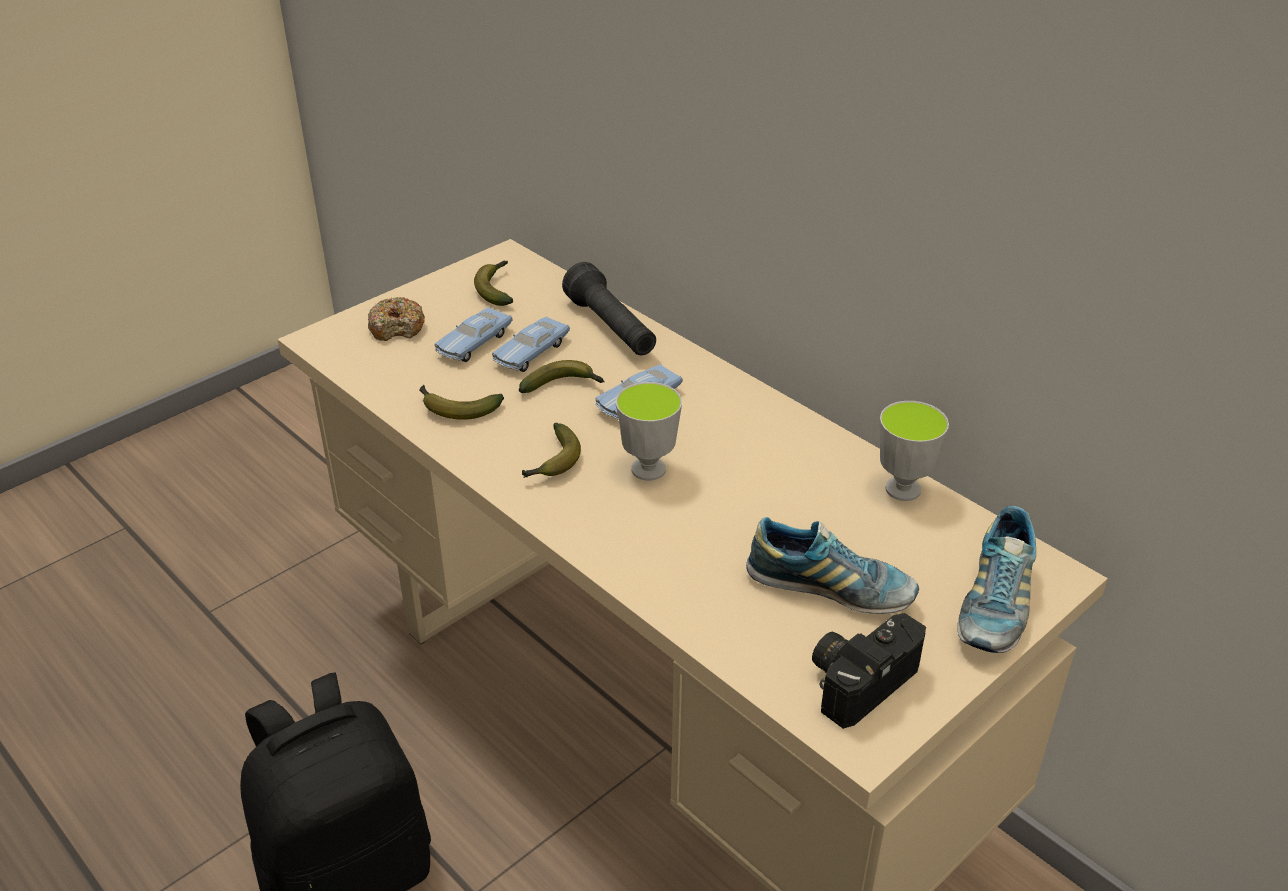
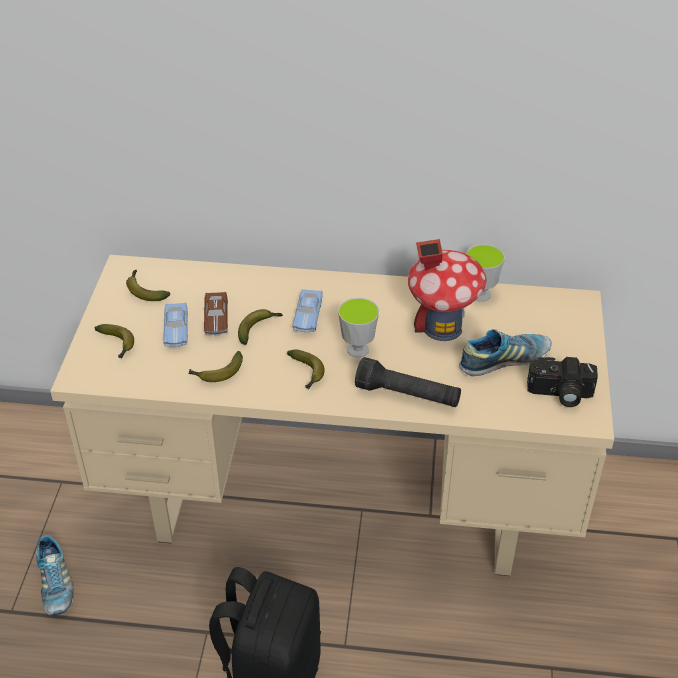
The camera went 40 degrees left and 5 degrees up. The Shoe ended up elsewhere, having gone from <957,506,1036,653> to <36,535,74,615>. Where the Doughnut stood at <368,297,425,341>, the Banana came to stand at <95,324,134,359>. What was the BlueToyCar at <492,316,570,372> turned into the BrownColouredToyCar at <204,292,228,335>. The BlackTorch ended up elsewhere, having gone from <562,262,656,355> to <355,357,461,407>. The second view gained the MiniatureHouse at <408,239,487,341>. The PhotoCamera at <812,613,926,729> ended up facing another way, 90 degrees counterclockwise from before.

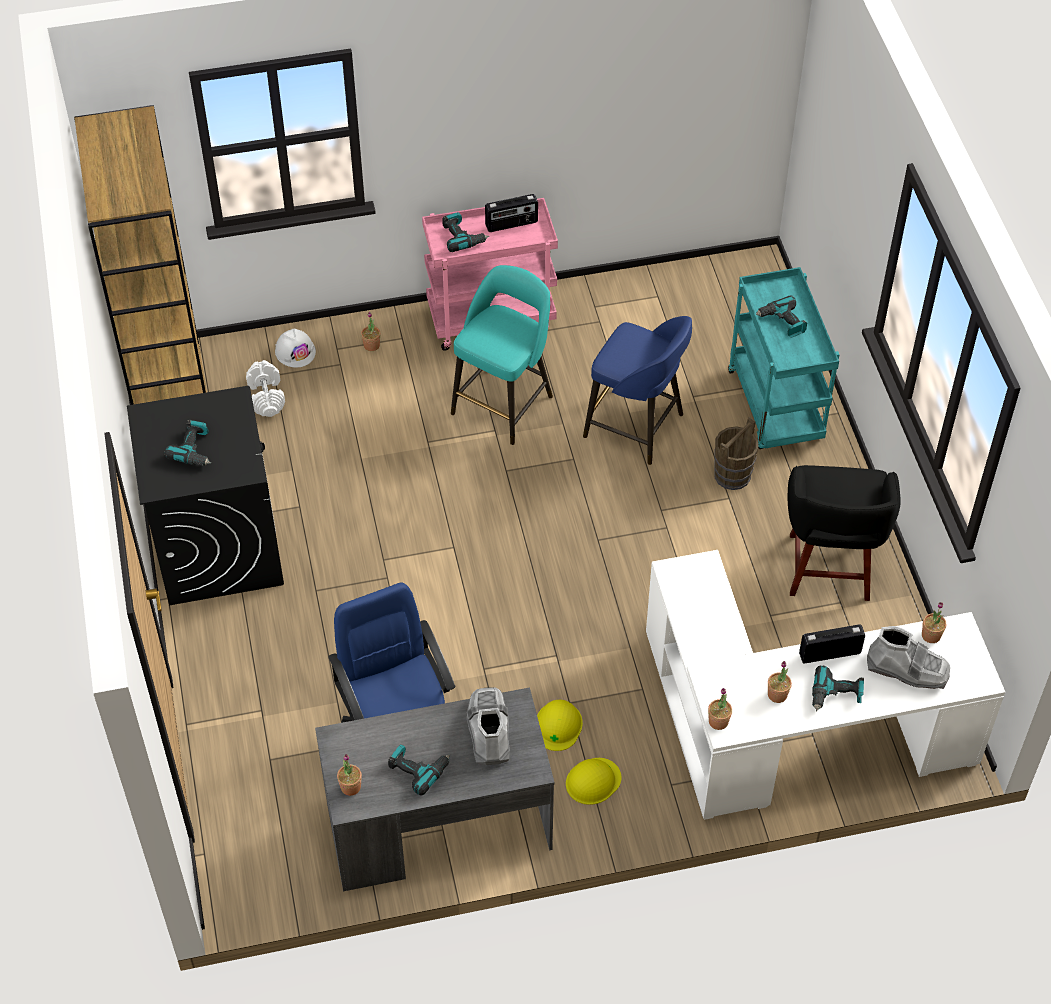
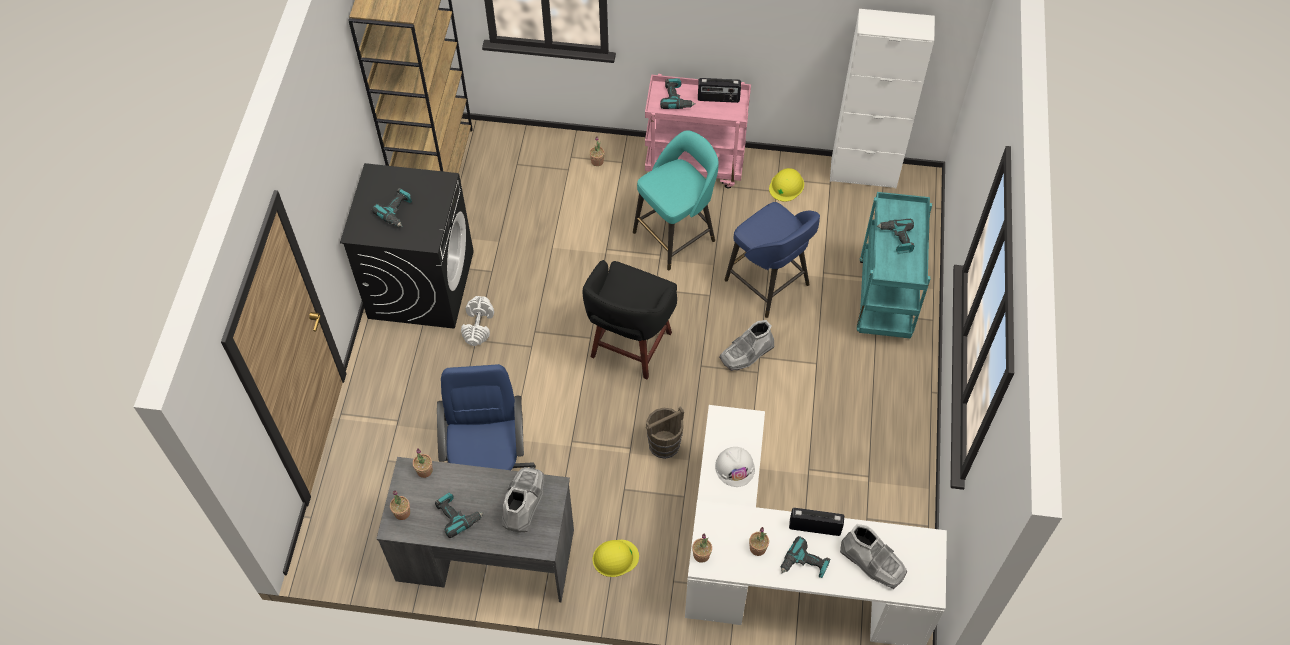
The camera went 20 degrees right and 5 degrees up. The Houseplant ended up elsewhere, having gone from <922,602,946,643> to <413,448,433,478>. The WhiteColouredFreeWeight ended up elsewhere, having gone from <246,360,285,417> to <461,296,494,346>. The BlackStoolSeat ended up elsewhere, having gone from <788,465,900,601> to <583,260,677,379>. The BrownColouredBucket ended up elsewhere, having gone from <715,418,758,490> to <646,406,684,459>. The WhiteColouredHardHat ended up elsewhere, having gone from <275,329,316,367> to <715,447,755,487>. The second view gained the GreyBoot at <719,320,774,371>. The YellowHardHat ended up elsewhere, having gone from <537,700,583,751> to <769,168,804,202>. The second view gained the WhiteColouredCupboard at <830,9,935,189>.

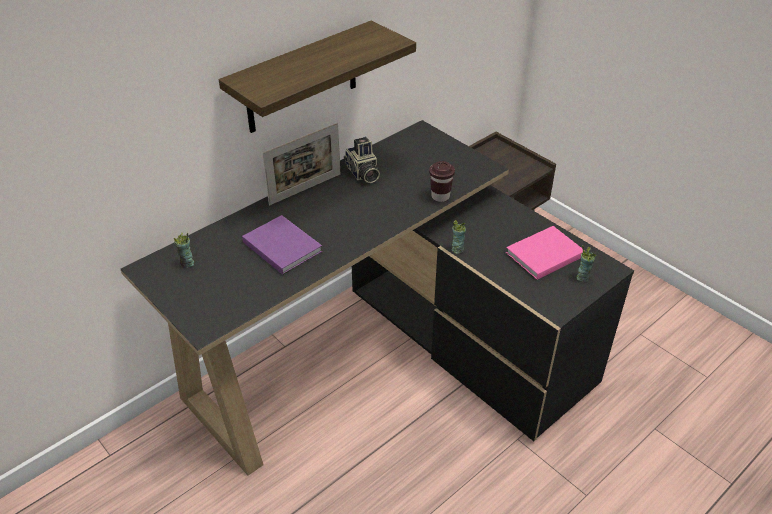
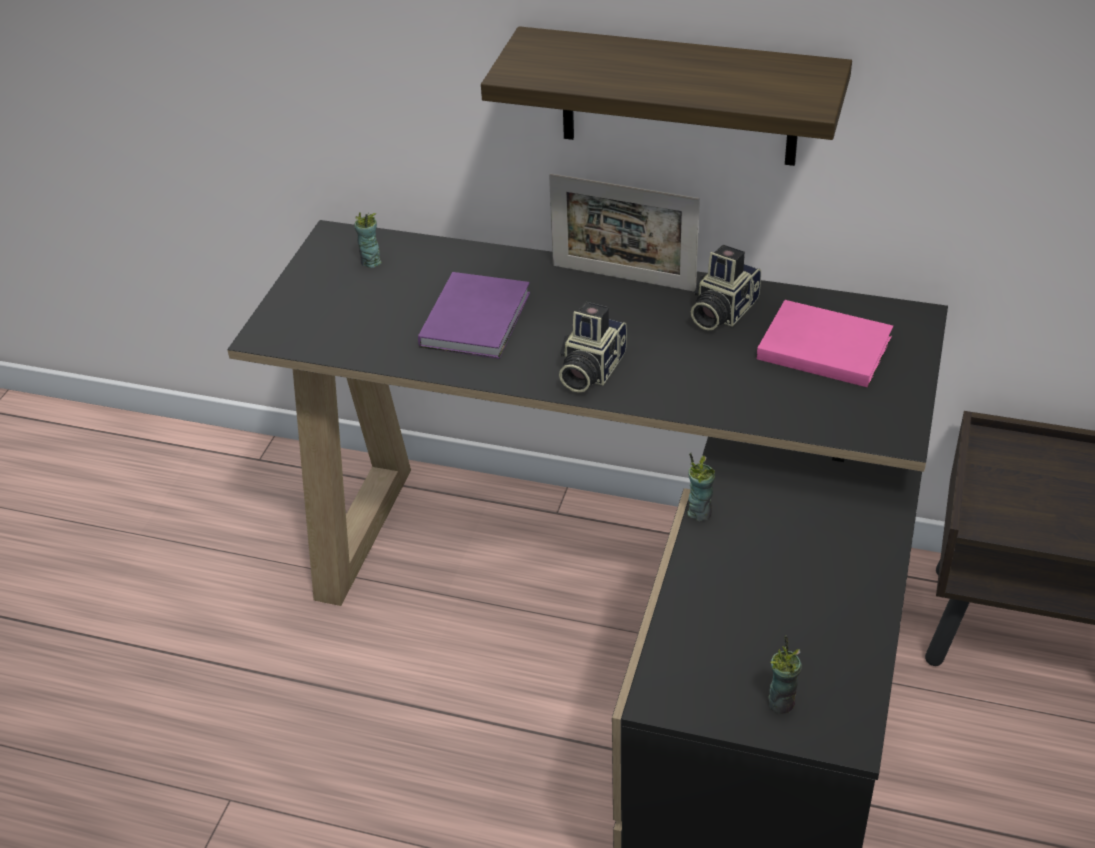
The camera went 60 degrees right and 0 degrees up. The second view gained the PhotoCamera at <559,302,627,393>. The PinkVolume ended up elsewhere, having gone from <506,226,585,280> to <757,300,893,388>. The second view lost the BrownColouredDrinkingCup at <429,161,455,202>.

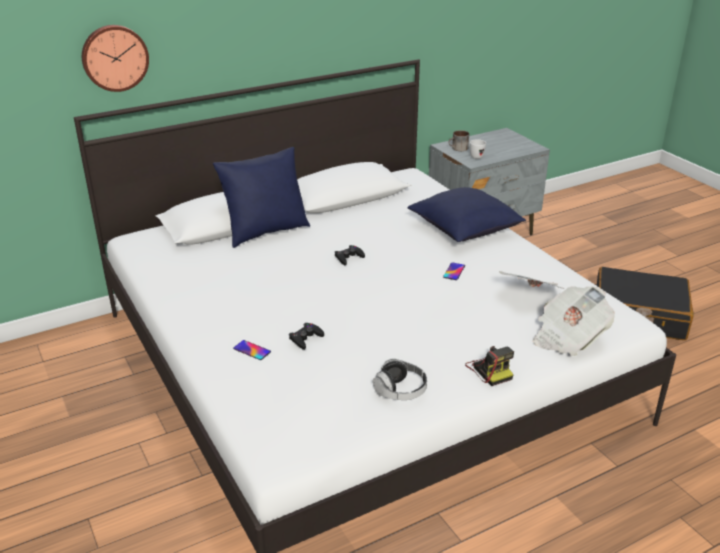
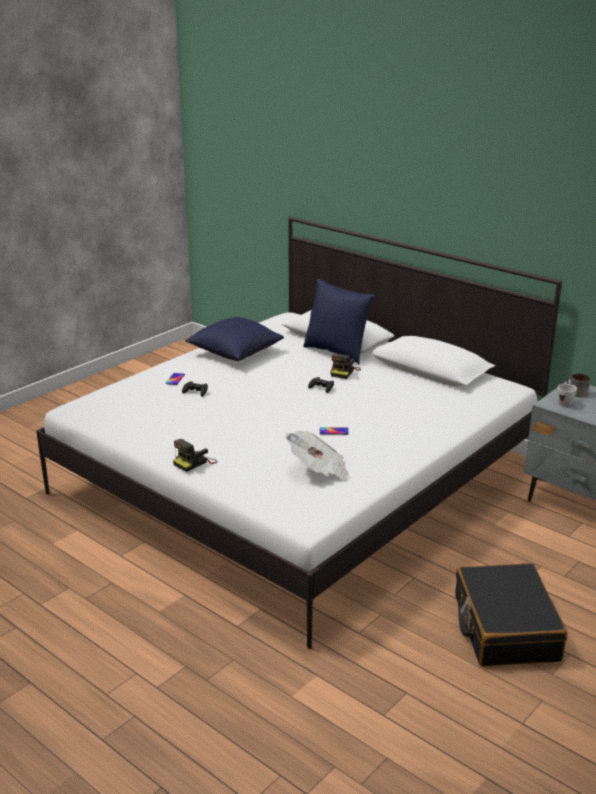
The camera went 70 degrees right and 5 degrees down. The BlueThrowPillow ended up elsewhere, having gone from <407,187,526,242> to <185,317,284,361>. The second view gained the PhotoCamera at <330,353,361,379>. The second view lost the HangingClock at <82,25,149,92>. The second view lost the PairOfHeadphones at <373,358,427,400>. The second view lost the DailyPaper at <533,286,615,356>.

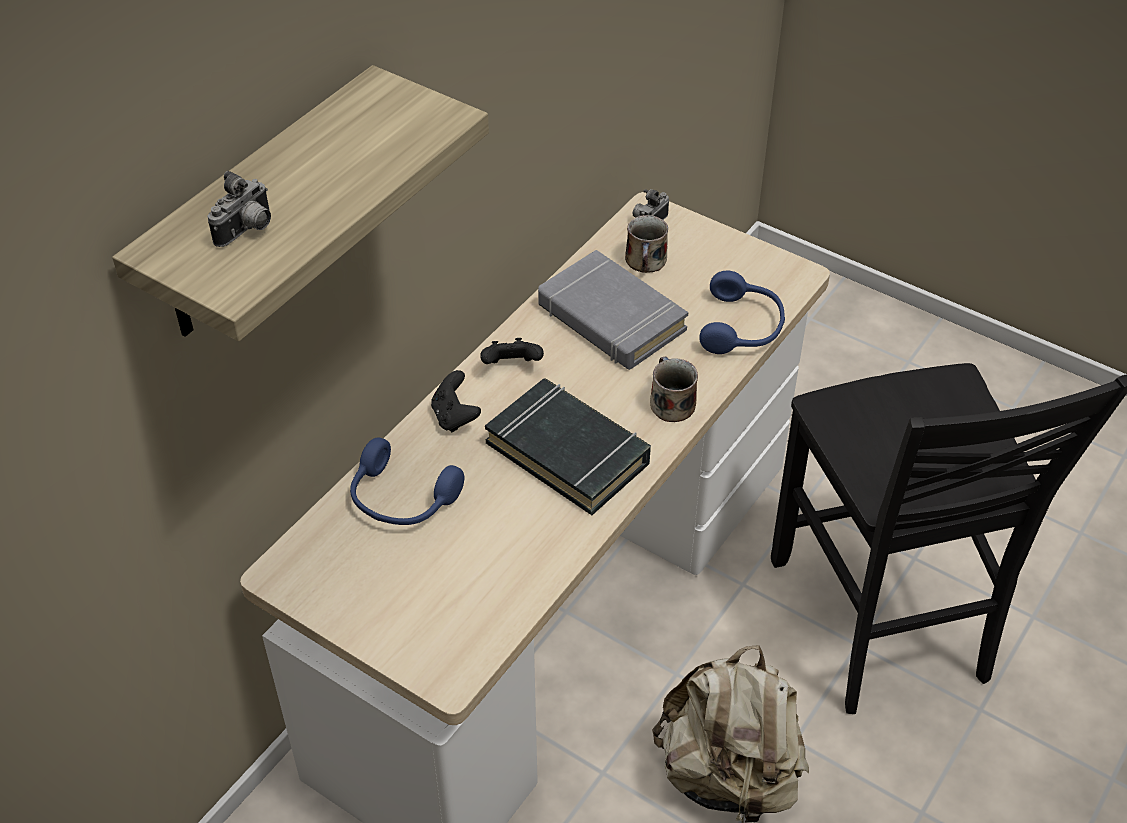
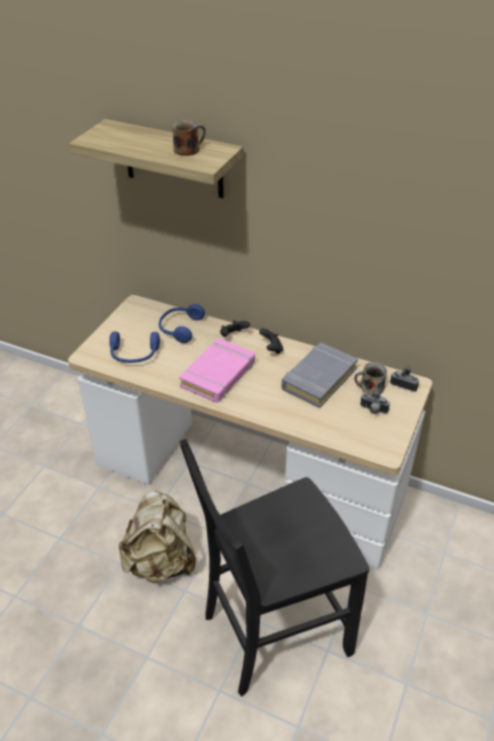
The camera went 80 degrees right and 5 degrees down. The BluePairOfHeadphones ended up elsewhere, having gone from <699,271,785,354> to <109,332,160,363>. The Mug ended up elsewhere, having gone from <650,356,698,422> to <172,120,206,156>. What was the BlackVolume at <485,379,651,515> turned into the PinkVolume at <179,338,255,403>. The PhotoCamera ended up elsewhere, having gone from <208,171,271,247> to <360,389,390,414>.

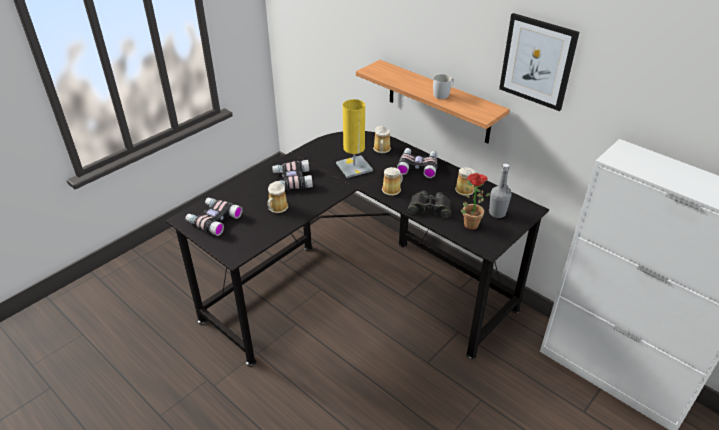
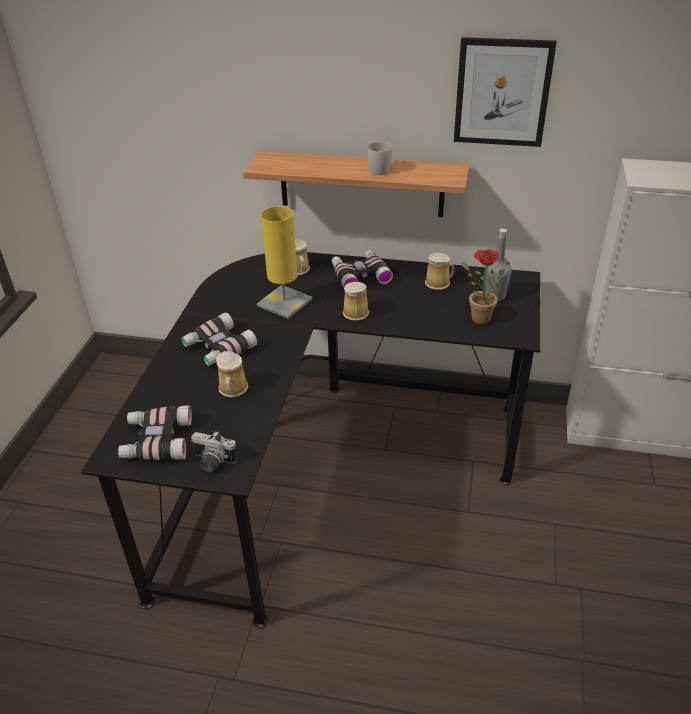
The camera went 30 degrees left and 0 degrees up. The second view gained the PhotoCamera at <191,431,238,472>. The second view lost the BlackFieldGlasses at <408,190,451,218>.

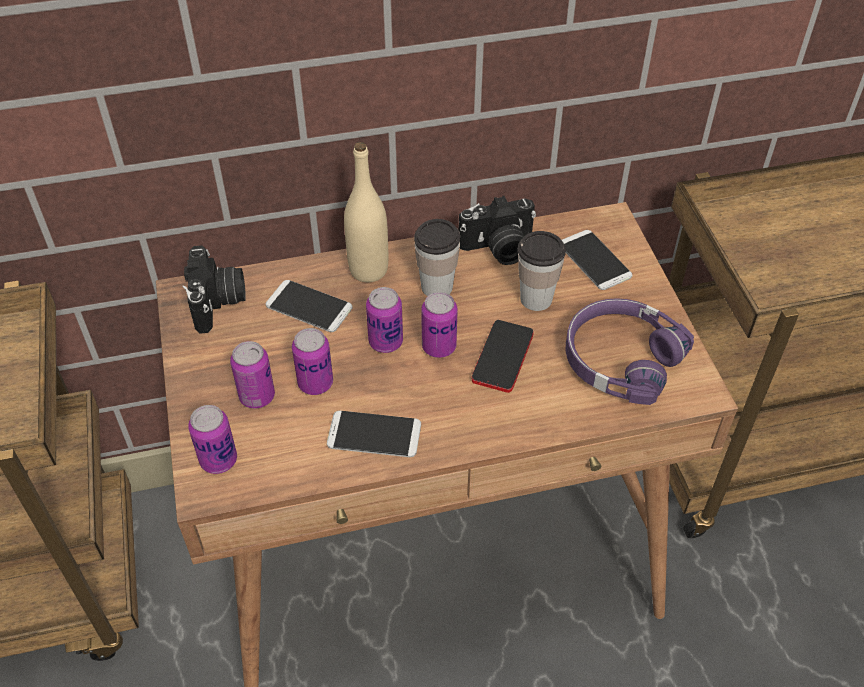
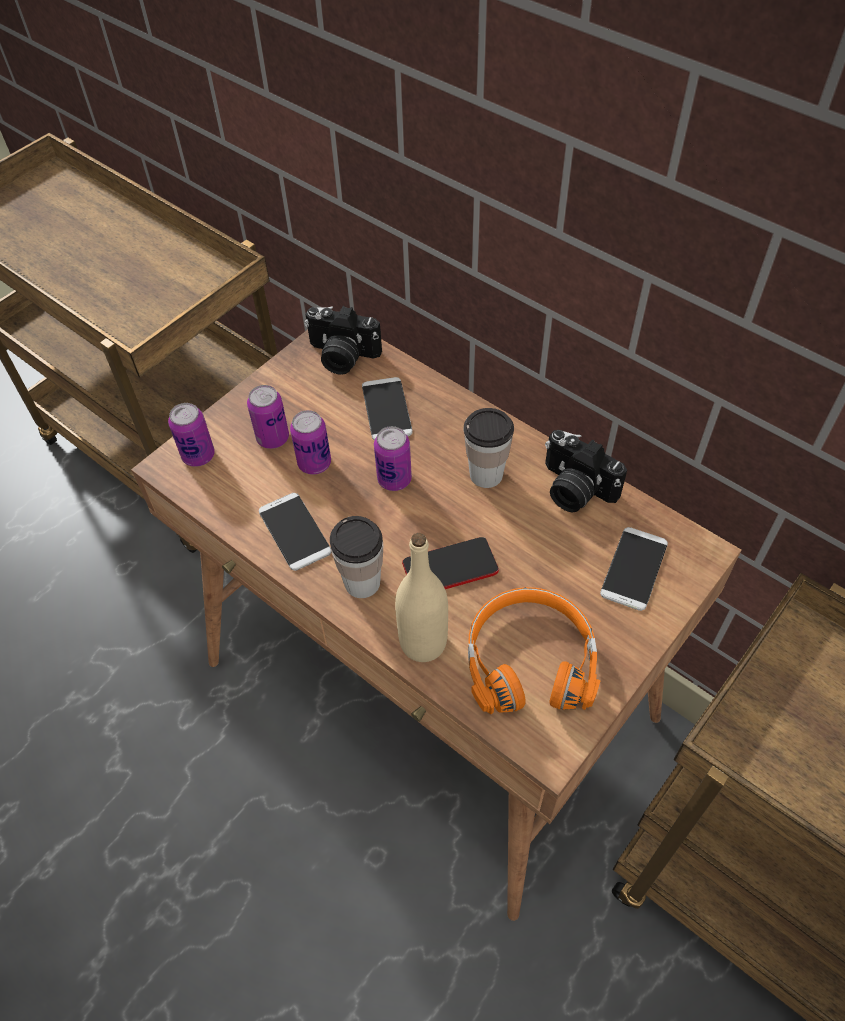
The camera went 55 degrees right and 5 degrees up. The PhotoCamera at <182,245,246,334> ended up facing another way, 60 degrees clockwise from before. The DrinkingCup ended up elsewhere, having gone from <518,231,566,311> to <330,516,383,598>. The SandColouredDrinkBottle ended up elsewhere, having gone from <344,142,388,282> to <395,533,448,662>. What was the PurplishPairOfHeadphones at <566,298,694,405> turned into the OrangeColouredPairOfHeadphones at <468,587,601,714>. The second view lost the SealedCan at <421,292,458,358>.

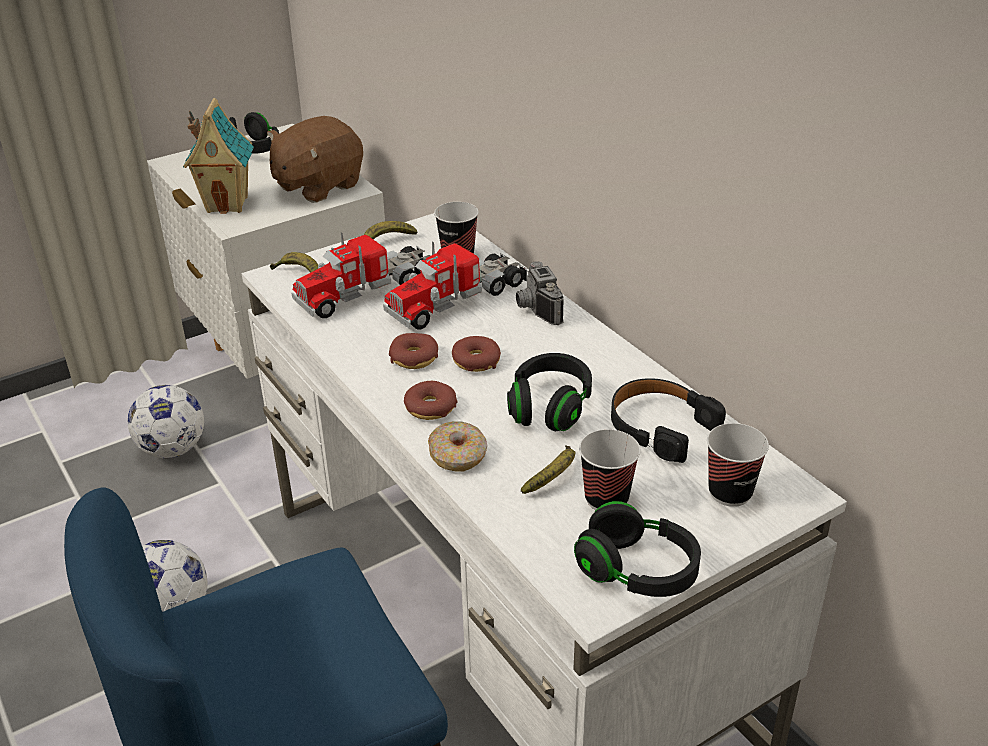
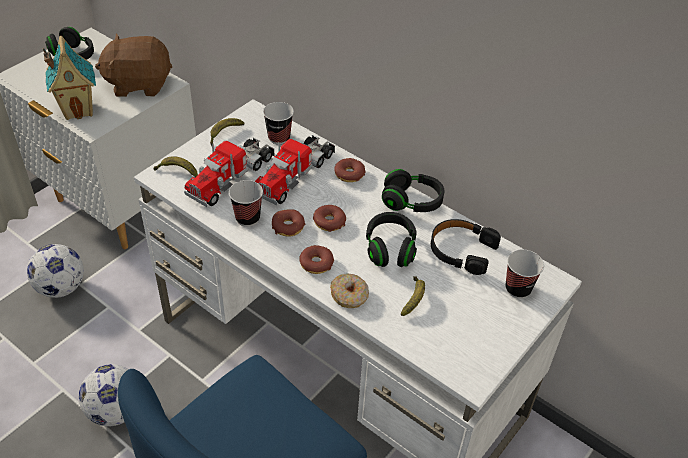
The camera went 20 degrees left and 10 degrees up. The BrownColouredPlushToy at <267,116,363,203> ended up facing another way, 60 degrees clockwise from before. The DrinkingCup ended up elsewhere, having gone from <579,429,641,510> to <229,180,263,227>. Where the PhotoCamera stood at <516,261,564,325>, the Doughnut came to stand at <334,158,365,182>. The BlackPairOfHeadphones ended up elsewhere, having gone from <574,501,701,597> to <382,169,444,212>.

